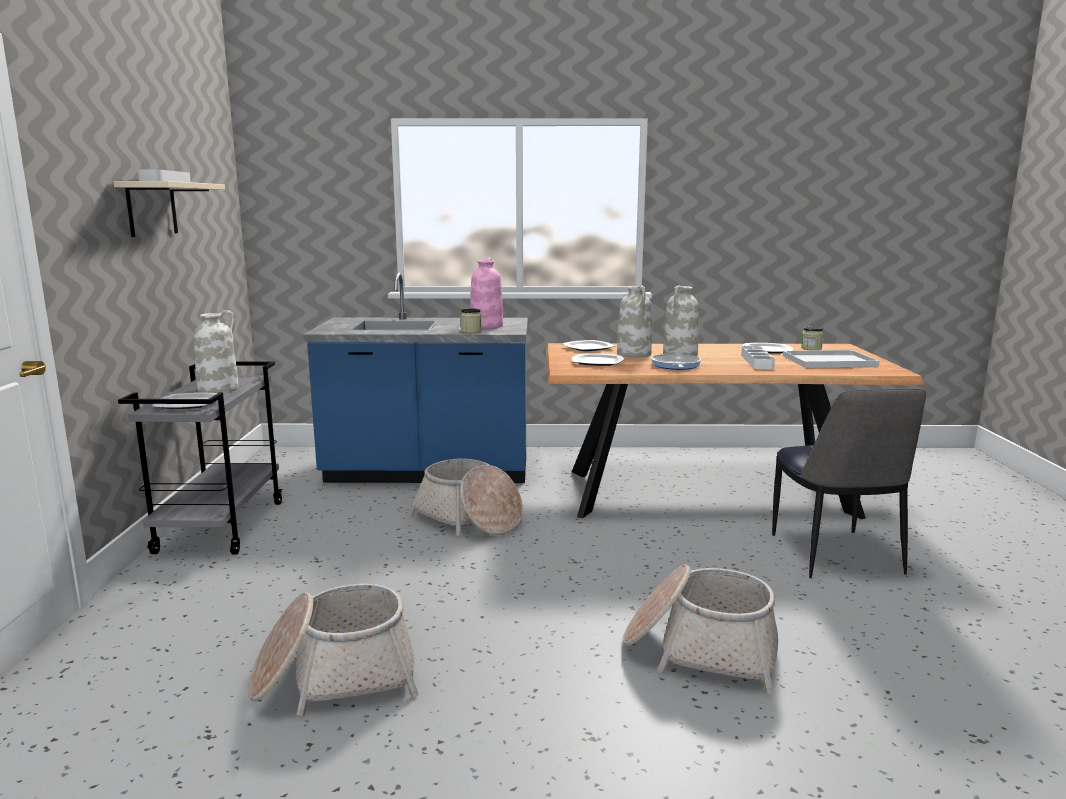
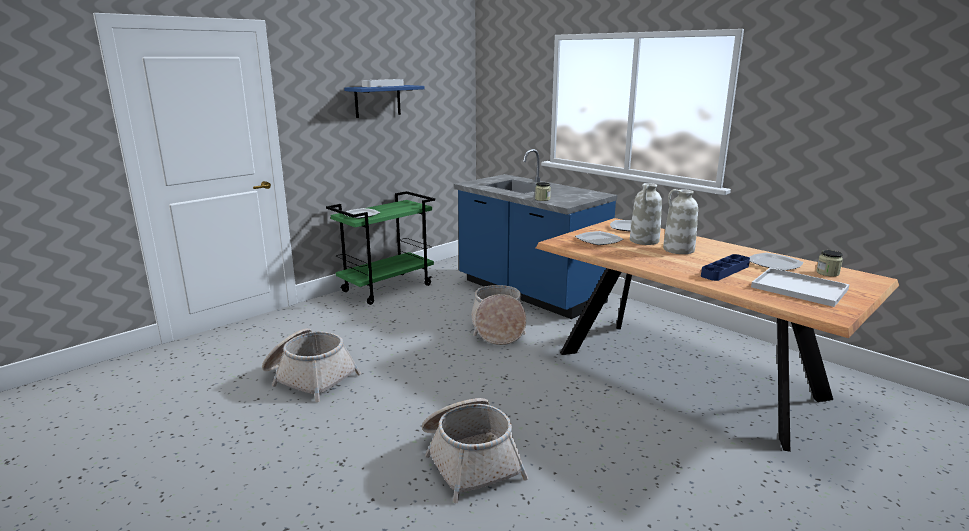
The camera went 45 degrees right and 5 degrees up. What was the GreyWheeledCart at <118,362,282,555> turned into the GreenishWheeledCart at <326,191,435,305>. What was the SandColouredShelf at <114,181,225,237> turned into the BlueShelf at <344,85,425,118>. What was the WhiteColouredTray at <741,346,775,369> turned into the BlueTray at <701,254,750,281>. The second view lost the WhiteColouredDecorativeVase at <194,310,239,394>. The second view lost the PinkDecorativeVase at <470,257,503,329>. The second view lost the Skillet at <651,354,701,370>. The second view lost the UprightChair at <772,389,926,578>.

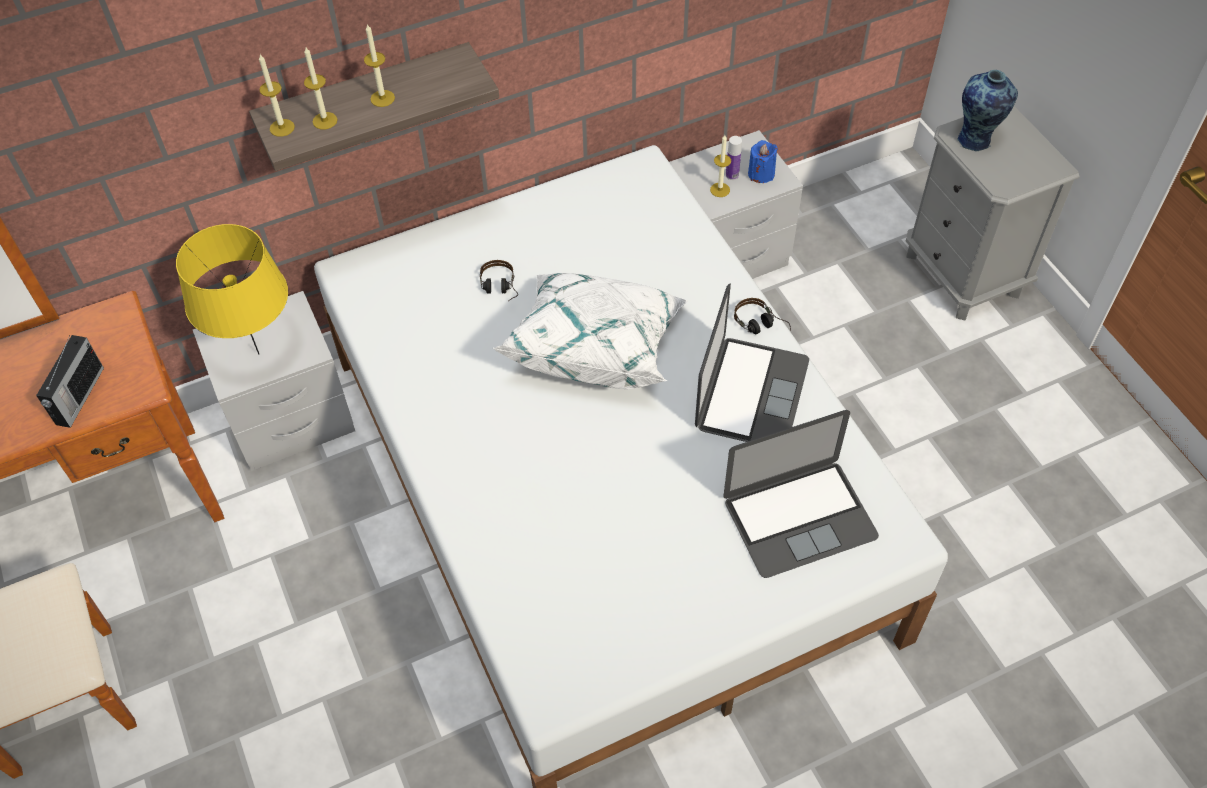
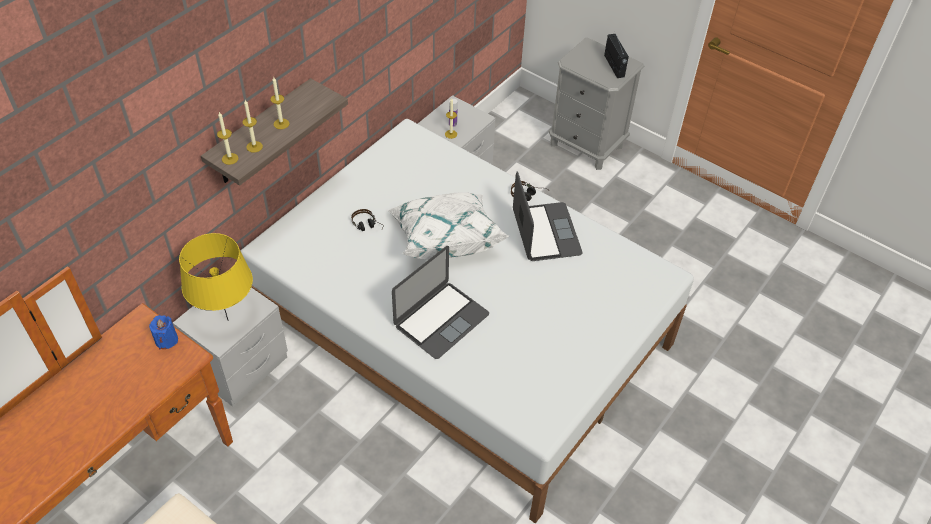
The camera went 30 degrees left and 5 degrees down. The BlueWaxCandle ended up elsewhere, having gone from <748,140,778,183> to <149,315,178,349>. The NotebookComputer ended up elsewhere, having gone from <723,410,879,578> to <392,246,489,359>. The RadioSet ended up elsewhere, having gone from <36,335,104,428> to <604,34,629,78>. The second view lost the DecorativeVase at <957,70,1018,151>.

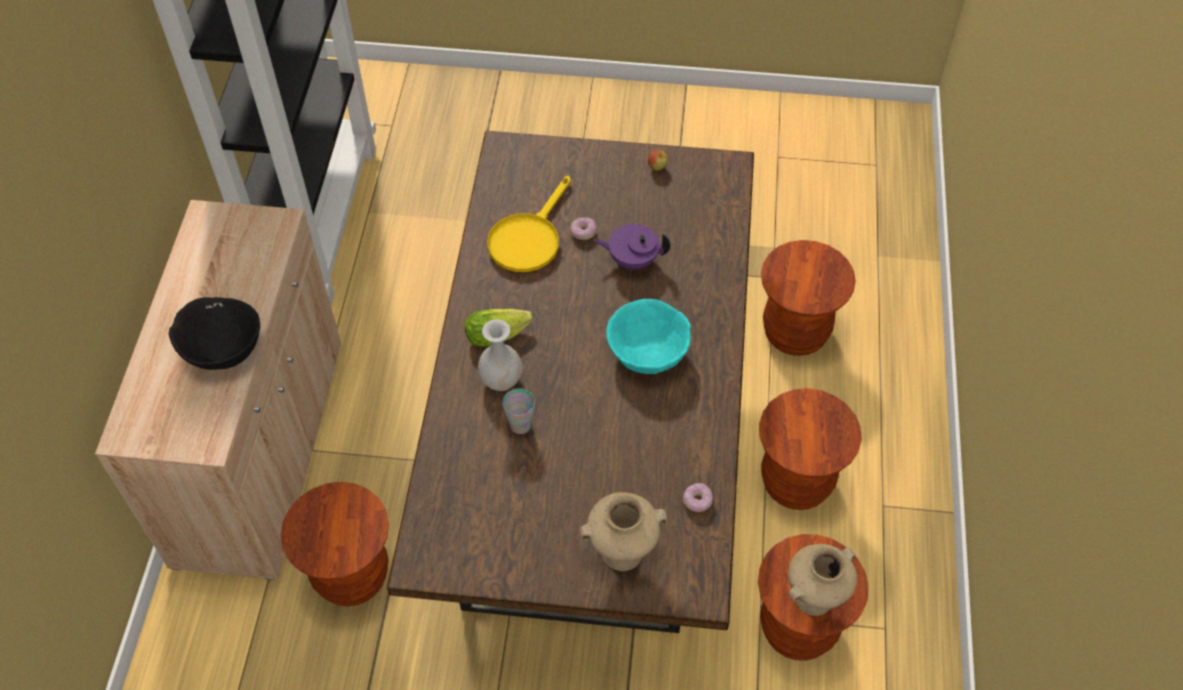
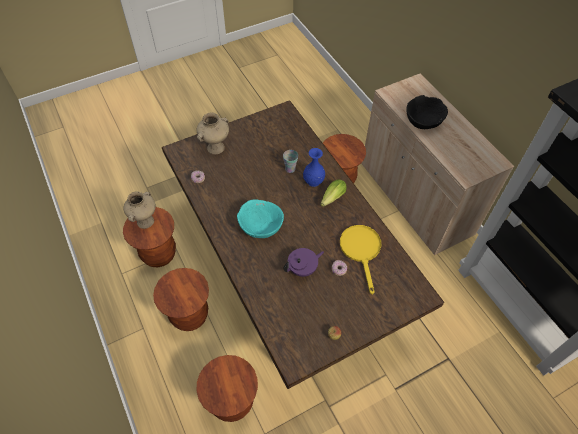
The camera went 145 degrees right and 0 degrees up. What was the WhiteColouredDecorativeVase at <478,319,522,391> turned into the BlueDecorativeVase at <303,148,325,187>.

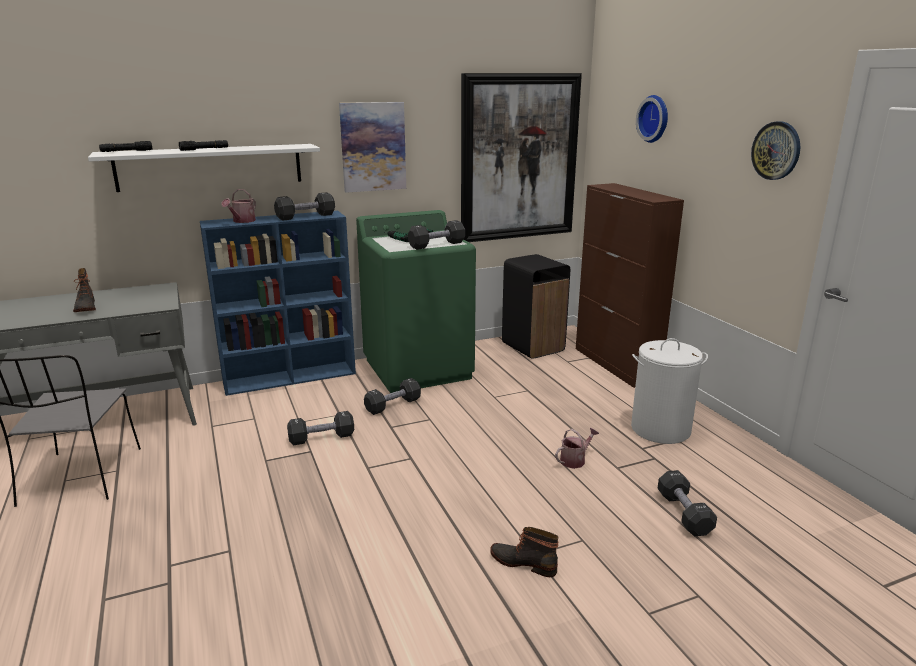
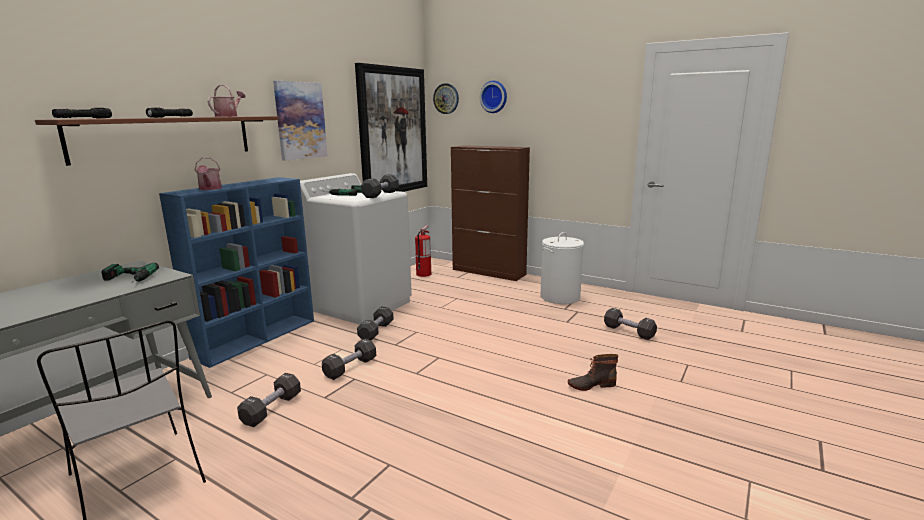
The camera went 35 degrees left and 5 degrees down. What was the WhiteColouredShelf at <88,144,320,192> turned into the BrownColouredShelf at <35,116,279,166>. The second view gained the Drill at <102,263,159,283>. The SprinklingCan ended up elsewhere, having gone from <555,428,599,469> to <208,85,246,117>. The BlackFreeWeight ended up elsewhere, having gone from <274,192,335,221> to <237,373,301,427>. What was the GreenishLaundryAppliance at <356,210,476,393> turned into the WhiteColouredLaundryAppliance at <300,173,412,325>. Where the BlackRubbishBin stood at <502,254,570,359>, the FireExtinguisher came to stand at <415,225,431,277>. The HangingClock ended up elsewhere, having gone from <751,121,800,180> to <433,83,459,114>. The second view lost the Boot at <73,268,96,312>.

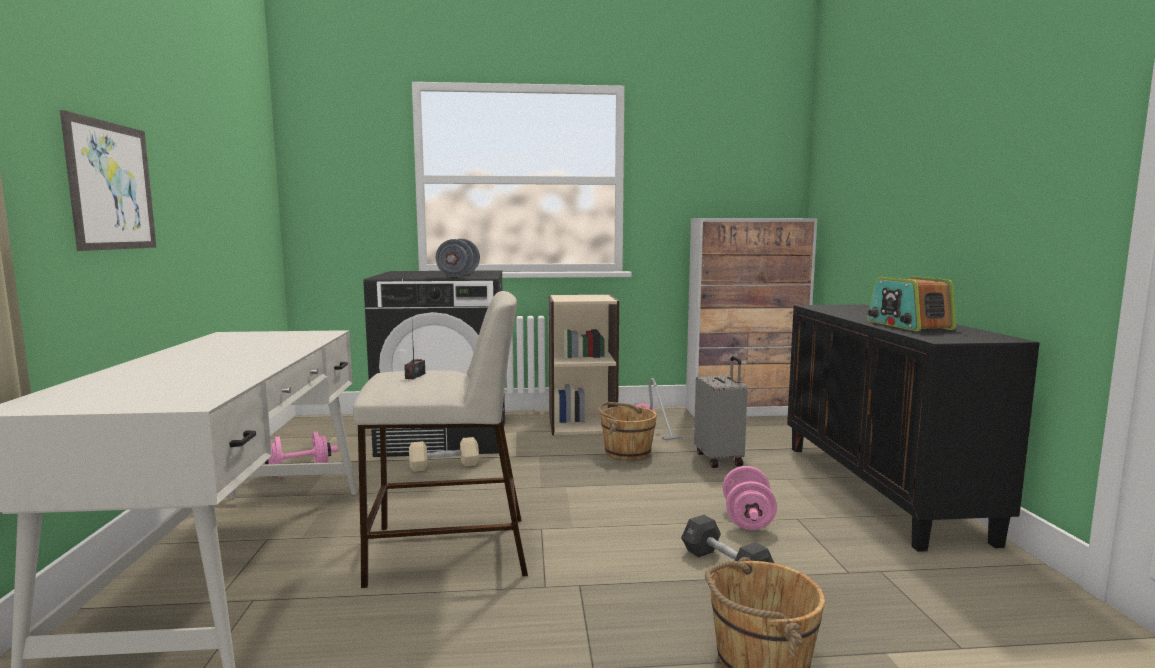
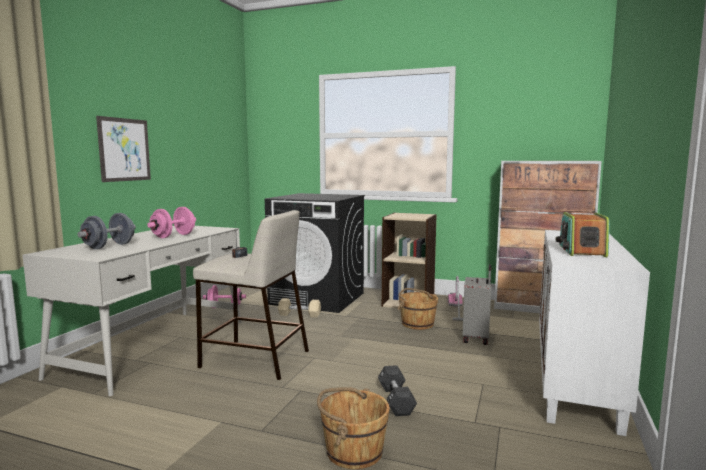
The camera went 25 degrees right and 0 degrees up. The GreyFreeWeight ended up elsewhere, having gone from <436,239,480,277> to <77,213,136,249>. The PinkFreeWeight ended up elsewhere, having gone from <723,466,777,530> to <147,207,196,238>. What was the BlackCupboard at <787,305,1040,552> turned into the WhiteColouredCupboard at <539,230,650,436>.

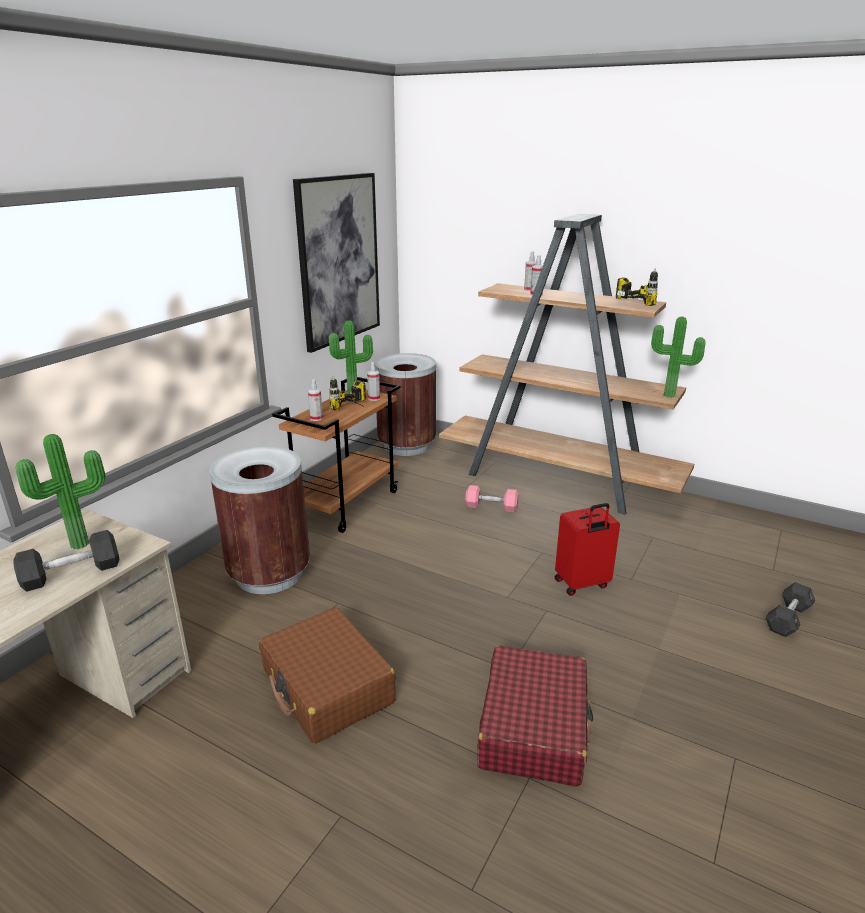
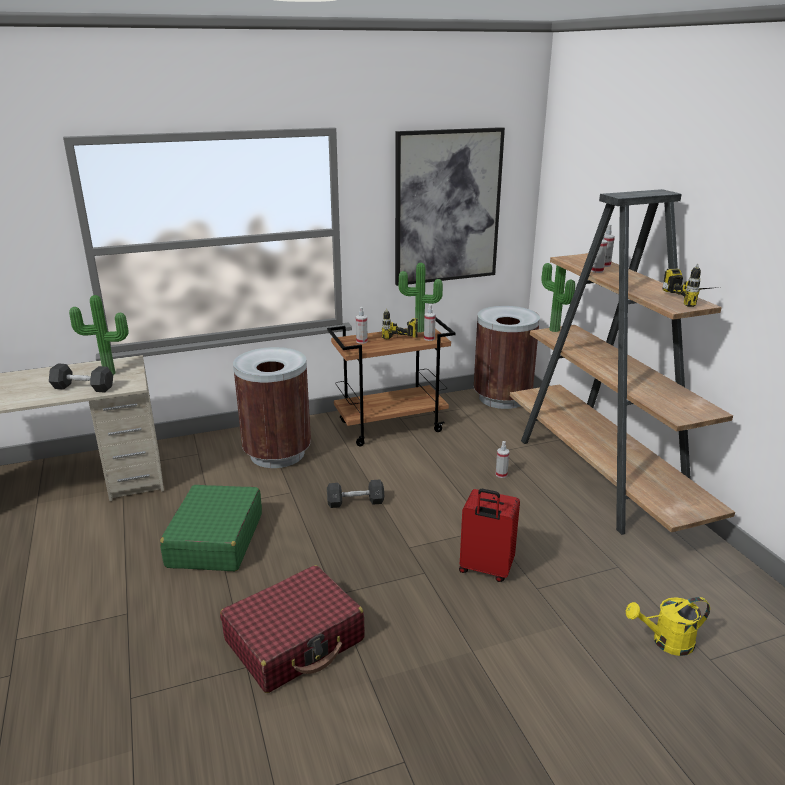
The camera went 40 degrees right and 0 degrees up. What was the BrownColouredSuitcase at <259,607,396,744> turned into the GreenishSuitcase at <160,485,262,571>. The GreyFreeWeight ended up elsewhere, having gone from <766,582,815,637> to <327,479,384,508>. Where the PinkFreeWeight stood at <465,485,518,512>, the SprayBottle came to stand at <496,441,509,478>. The Houseplant ended up elsewhere, having gone from <651,317,706,398> to <541,263,575,332>. The second view gained the YellowSprinklingCan at <626,597,710,656>.

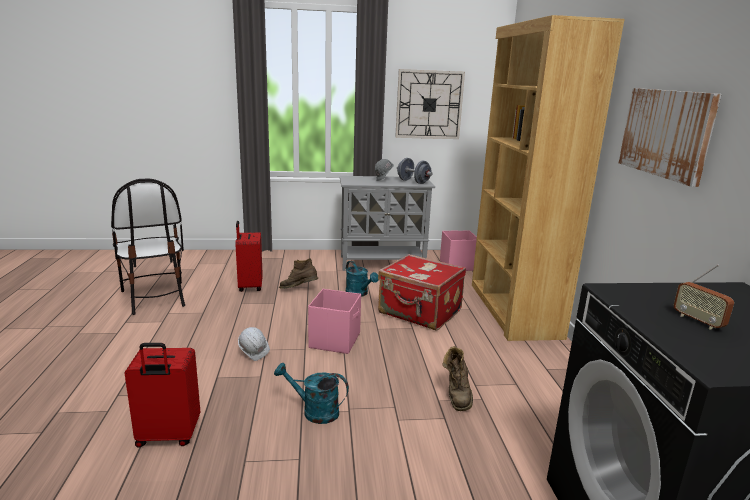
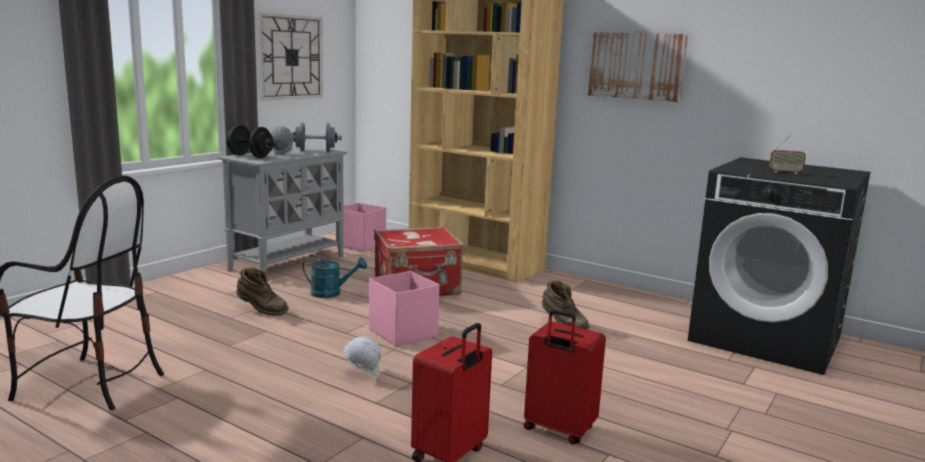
The camera went 50 degrees left and 5 degrees down. The second view gained the BlackFreeWeight at <226,125,275,158>. The BrownColouredBoot at <279,258,318,289> ended up facing another way, 120 degrees counterclockwise from before. The ReddishSuitcase ended up elsewhere, having gone from <235,221,263,292> to <524,309,606,444>. The second view lost the BlueGreenSprinklingCan at <274,363,349,424>.

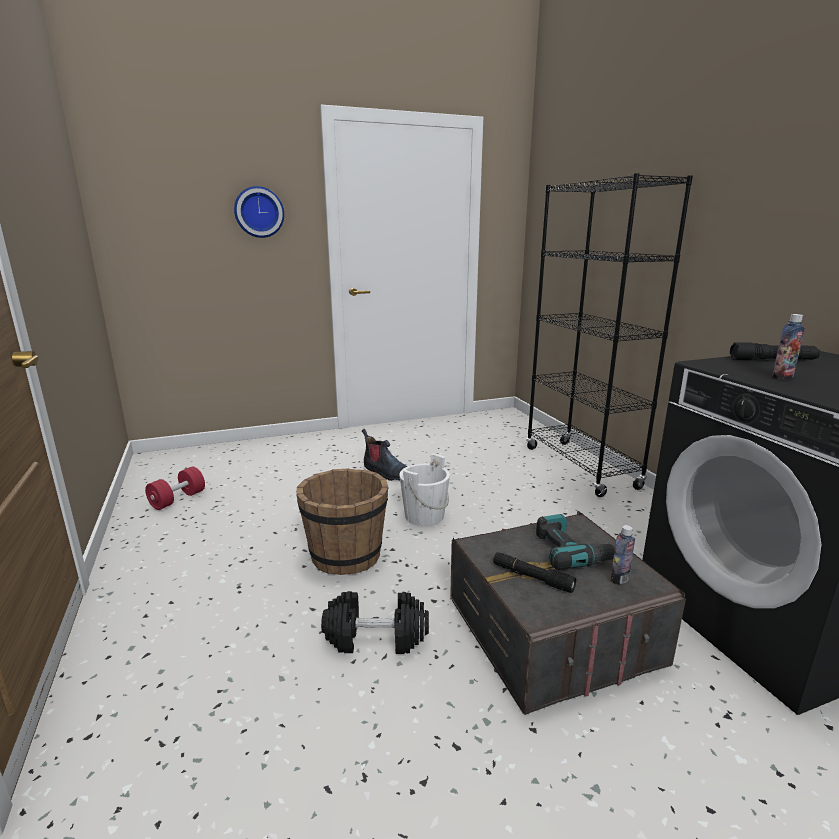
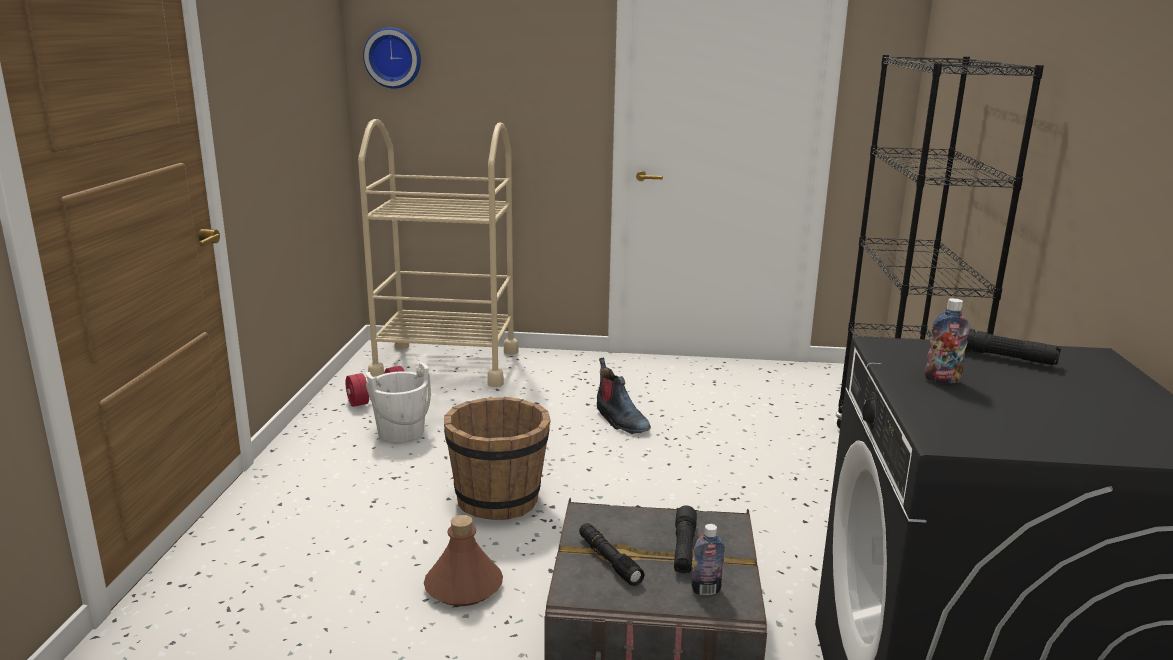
The camera went 25 degrees right and 0 degrees up. The second view gained the SandColouredWheeledCart at <358,119,519,387>. The HangingClock ended up elsewhere, having gone from <234,186,284,238> to <363,27,421,89>. The WhiteColouredBucket ended up elsewhere, having gone from <399,453,450,526> to <366,362,431,442>. Where the BlackFreeWeight stood at <321,591,429,654>, the BrownColouredDrinkBottle came to stand at <424,515,503,606>. Where the Drill stood at <536,514,615,570>, the BlackTorch came to stand at <674,505,697,573>.

